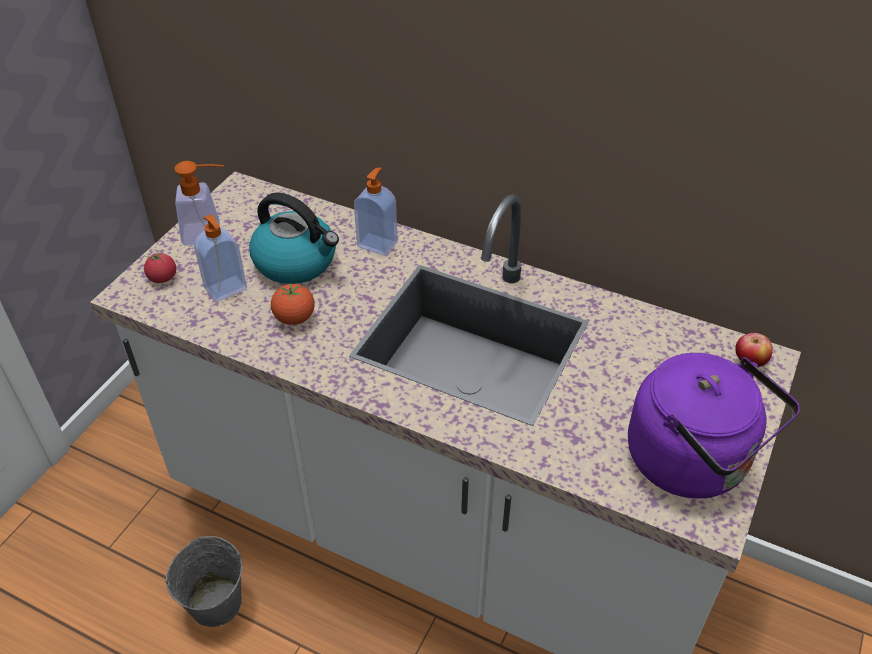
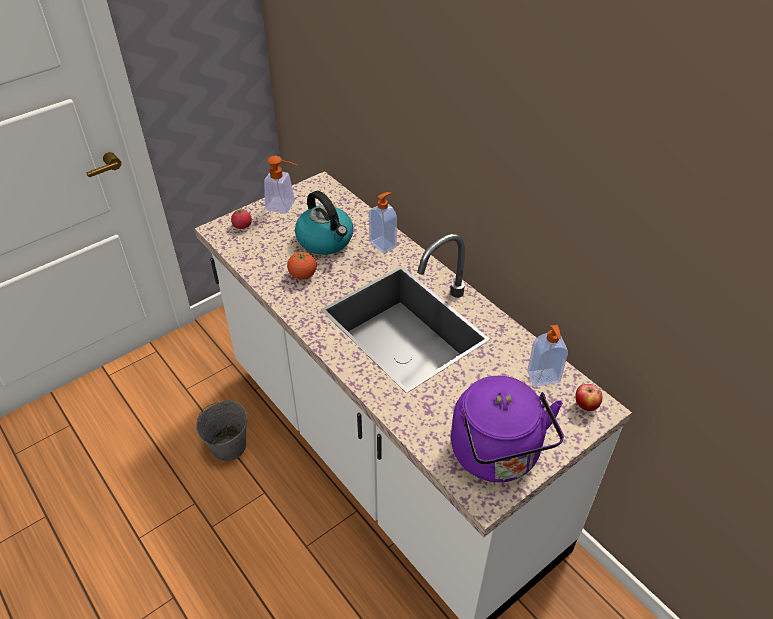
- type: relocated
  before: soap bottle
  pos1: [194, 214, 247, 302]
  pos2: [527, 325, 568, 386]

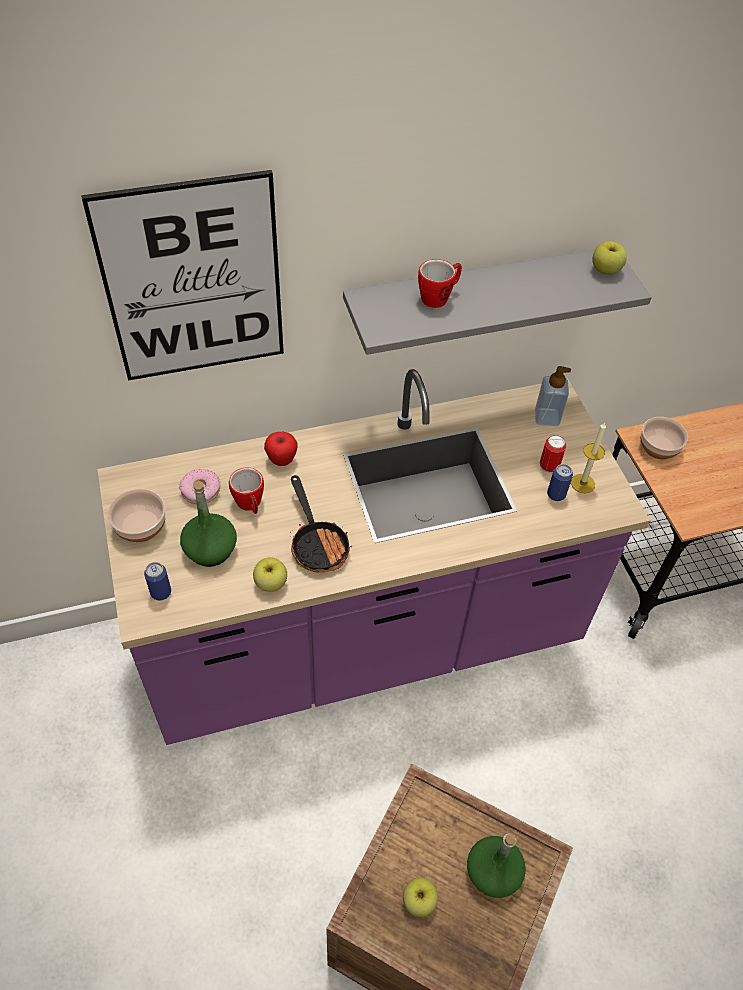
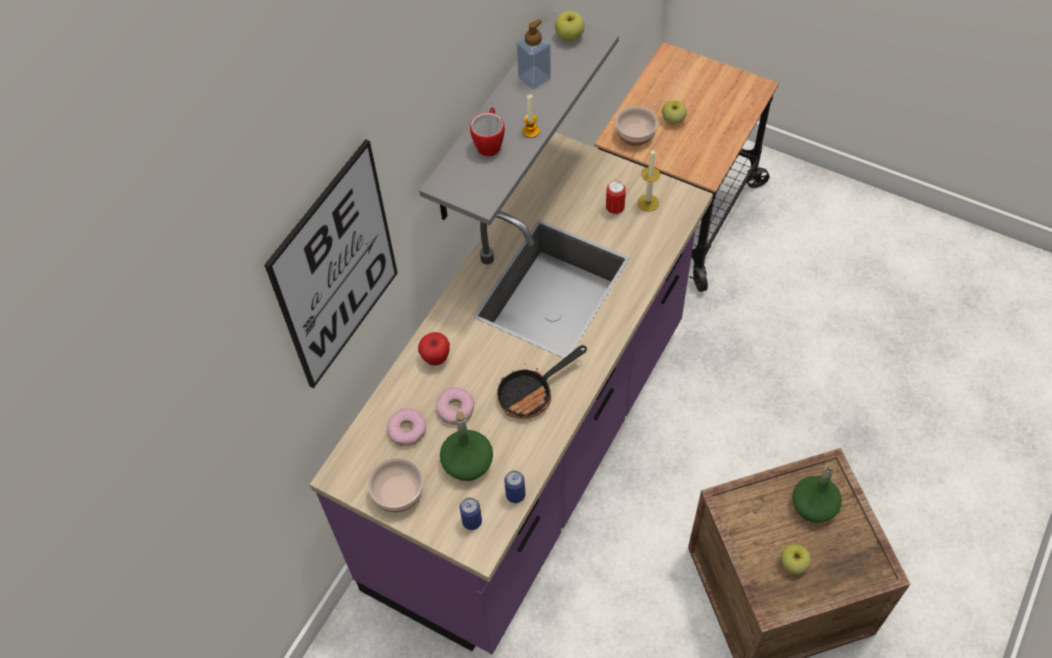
- type: appeared
  after: wax light
  pos2: [522, 94, 540, 138]
- type: relocated
  before: apple fruit
  pos1: [253, 557, 287, 592]
  pos2: [662, 101, 687, 125]
- type: relocated
  before: soap bottle
  pos1: [535, 366, 571, 426]
  pos2: [517, 19, 551, 90]
- type: relocated
  before: metal can
  pos1: [547, 464, 573, 501]
  pos2: [504, 470, 525, 503]
- type: exchanged
  before: mug
  after: ring doughnut
  pos1: [229, 468, 264, 514]
  pos2: [436, 387, 475, 425]
- type: spun
  before: pan
  pos1: [290, 475, 352, 573]
  pos2: [497, 345, 587, 419]
  turn: 120

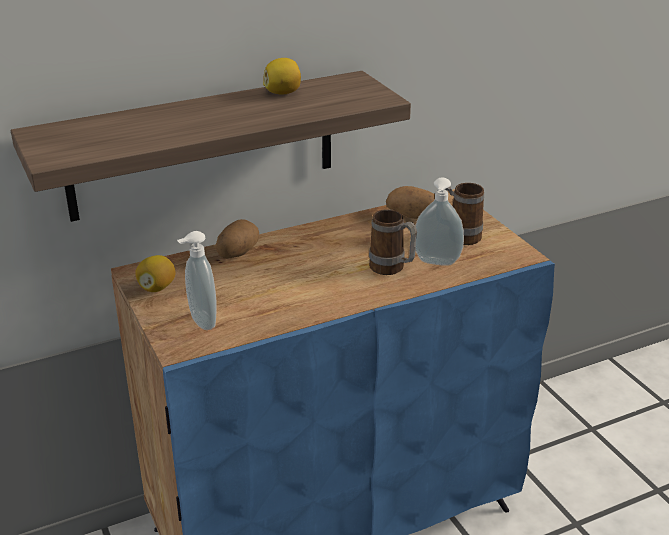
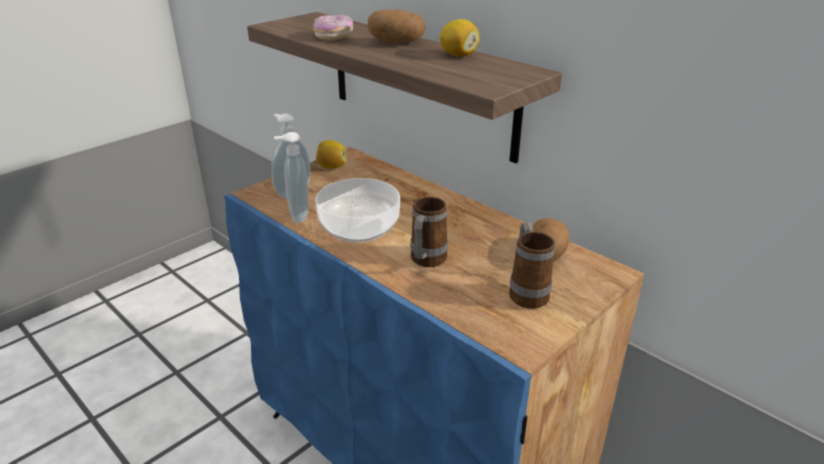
- type: appeared
  after: ring doughnut
  pos2: [313, 15, 353, 41]
- type: appeared
  after: serving bowl
  pos2: [315, 178, 400, 243]
- type: relocated
  before: whole potato
  pos1: [216, 219, 259, 259]
  pos2: [367, 10, 426, 44]
- type: relocated
  before: soap bottle
  pos1: [415, 177, 464, 266]
  pos2: [274, 132, 309, 223]

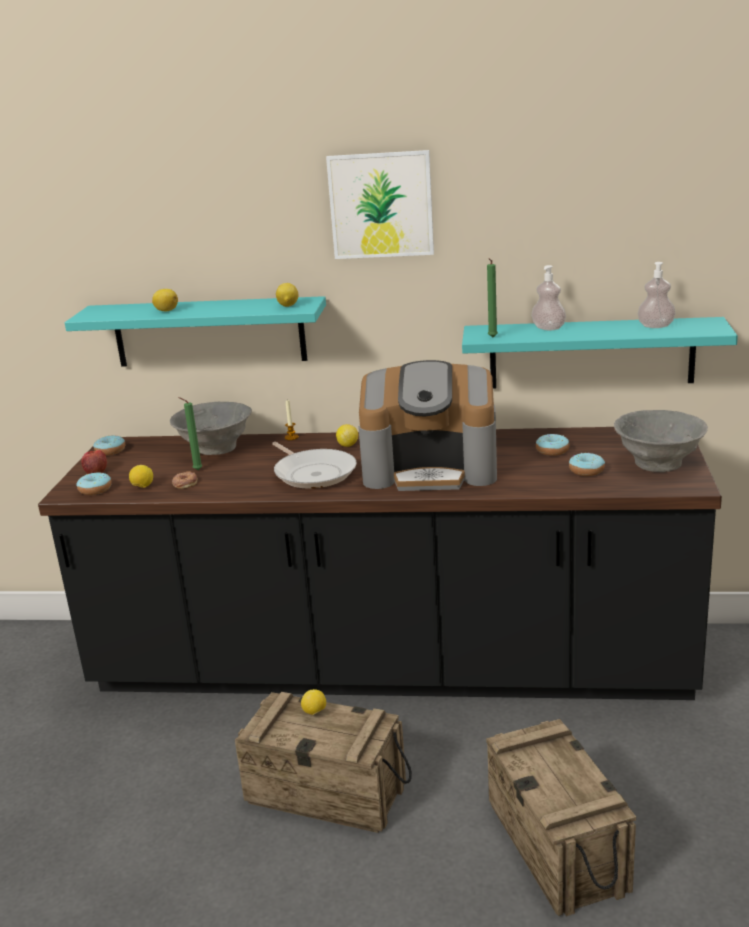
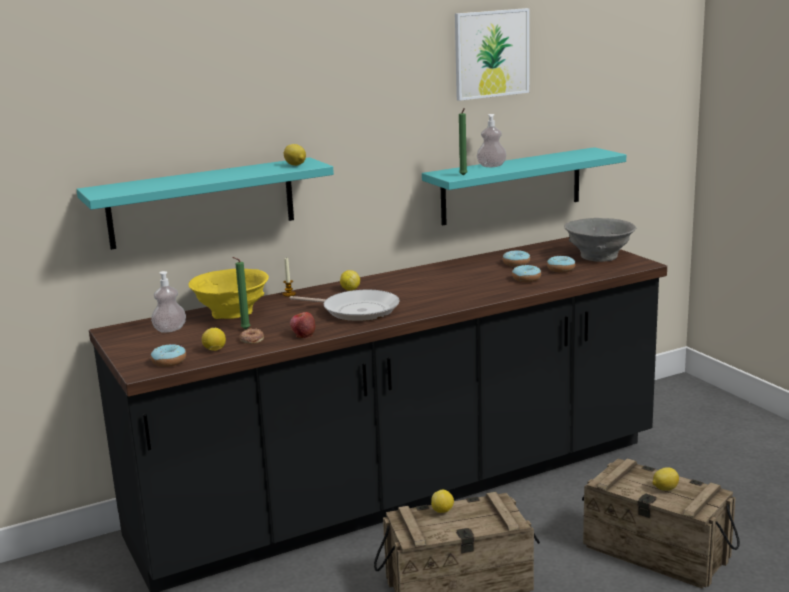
- type: missing
  before: coffee maker
  pos1: [358, 360, 497, 491]
- type: relocated
  before: apple fruit
  pos1: [81, 450, 107, 474]
  pos2: [290, 312, 315, 338]
- type: relocated
  before: ring doughnut
  pos1: [93, 435, 125, 456]
  pos2: [512, 265, 541, 282]
- type: relocated
  before: whole lemon
  pos1: [152, 289, 178, 311]
  pos2: [652, 467, 679, 491]
- type: relocated
  before: wall art
  pos1: [326, 150, 434, 259]
  pos2: [455, 8, 529, 101]
- type: relocated
  before: soap bottle
  pos1: [638, 262, 676, 328]
  pos2: [151, 271, 186, 332]
- type: colour
  before: serving bowl in greyish
  after: serving bowl in yellow
  pos1: [170, 402, 252, 455]
  pos2: [189, 269, 269, 319]

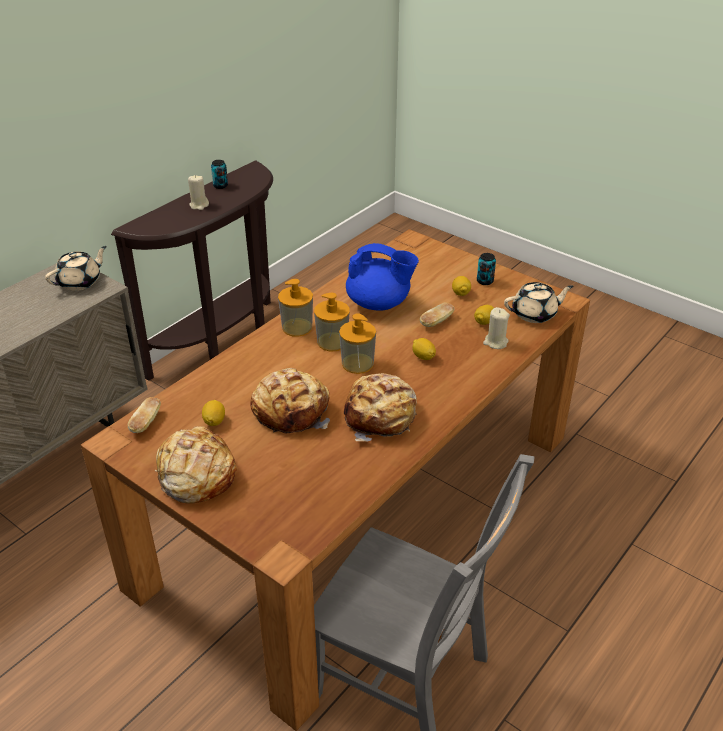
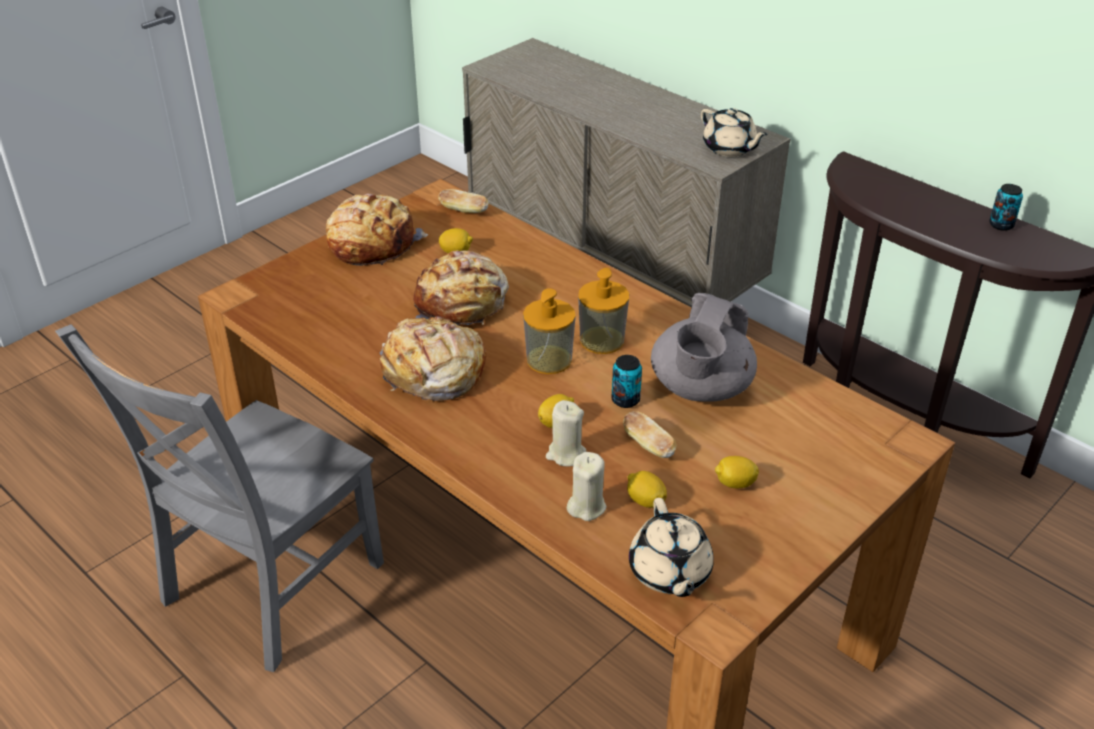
- type: missing
  before: soap bottle
  pos1: [278, 279, 313, 337]
- type: relocated
  before: wax light in beige
  pos1: [188, 175, 209, 210]
  pos2: [546, 400, 586, 467]
- type: relocated
  before: metal can
  pos1: [477, 253, 496, 285]
  pos2: [612, 355, 642, 408]
- type: colour
  before: teapot in blue
  after: teapot in greyish
  pos1: [346, 243, 419, 311]
  pos2: [651, 293, 757, 402]

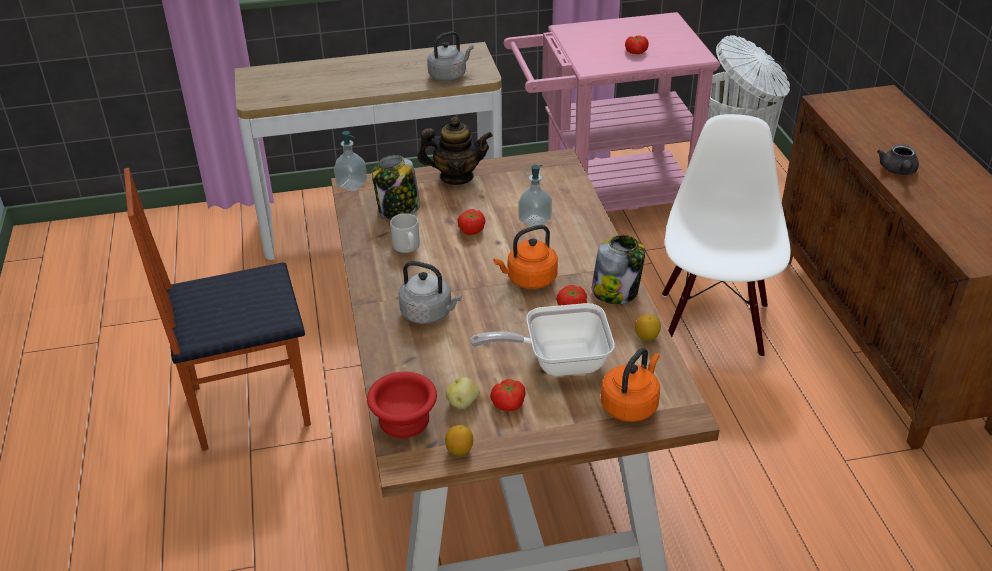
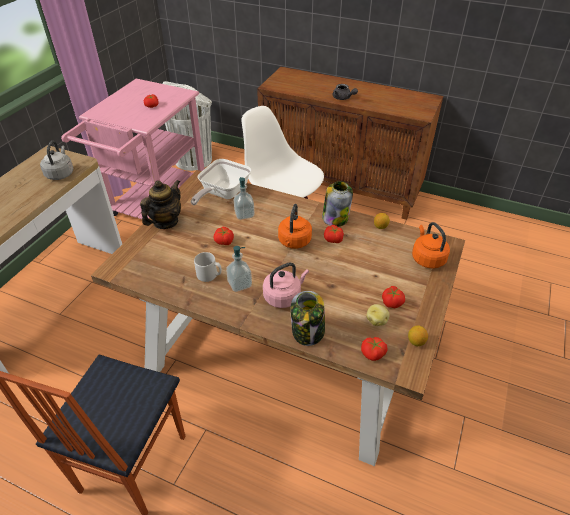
- type: relocated
  before: soap bottle
  pos1: [334, 131, 367, 192]
  pos2: [226, 246, 252, 292]
- type: relocated
  before: preserve jar
  pos1: [372, 155, 420, 219]
  pos2: [290, 291, 325, 346]
- type: relocated
  before: pan
  pos1: [470, 303, 615, 376]
  pos2: [191, 159, 251, 205]
- type: exchanged
  before: serving bowl in red-coloured
  after: tomato
  pos1: [367, 372, 437, 438]
  pos2: [361, 337, 388, 361]
- type: colour
  before: water kettle in greyish
  after: water kettle in pink-coloured
  pos1: [398, 261, 462, 324]
  pos2: [263, 262, 309, 308]

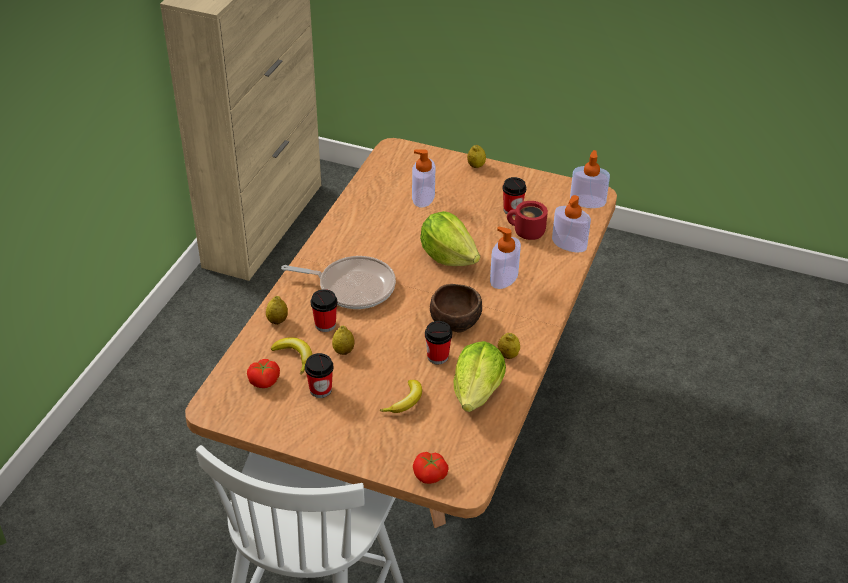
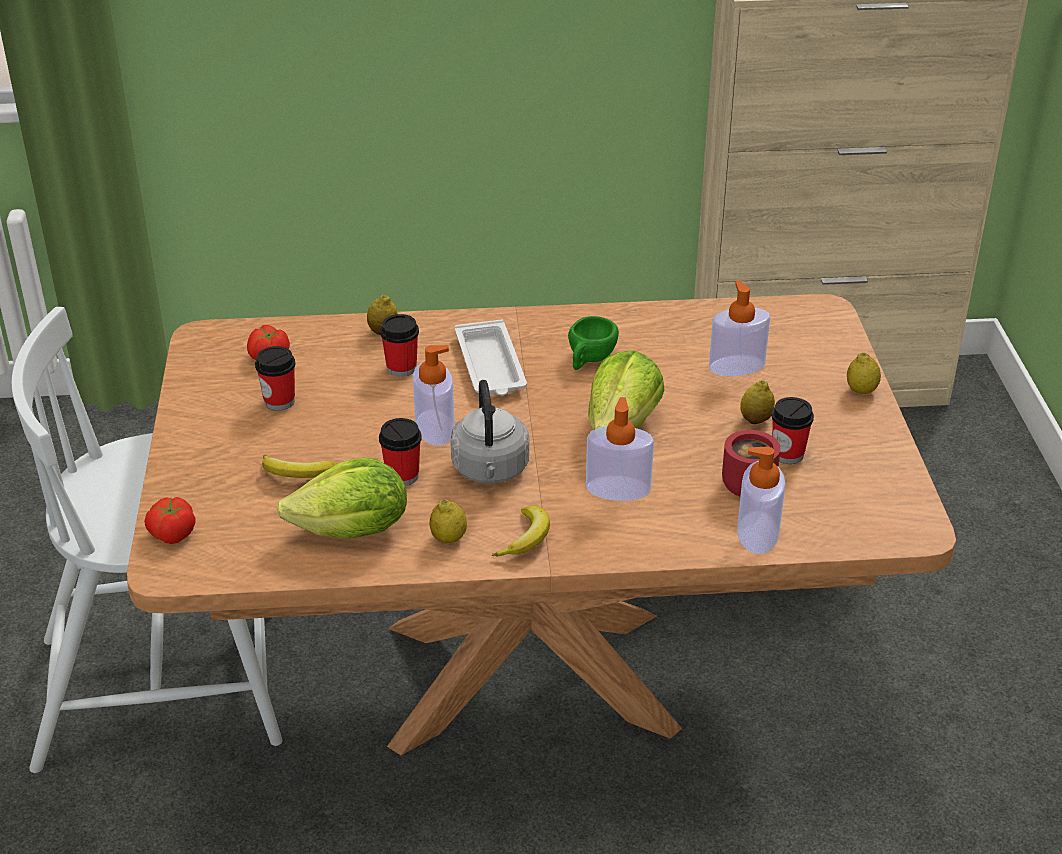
- type: appeared
  after: small cup in green
  pos2: [568, 316, 619, 370]
- type: relocated
  before: whole banana
  pos1: [271, 337, 312, 374]
  pos2: [492, 506, 550, 557]
- type: relocated
  before: whole lemon
  pos1: [332, 326, 354, 355]
  pos2: [740, 380, 775, 424]
- type: relocated
  before: soap bottle
  pos1: [570, 150, 610, 208]
  pos2: [413, 345, 455, 446]
- type: exchanged
  before: pan
  after: serving tray in white-coloured
  pos1: [281, 256, 396, 309]
  pos2: [455, 320, 527, 395]
- type: exchanged
  before: serving bowl in brown-coloured
  after: water kettle in greyish
  pos1: [430, 284, 482, 333]
  pos2: [450, 380, 529, 483]

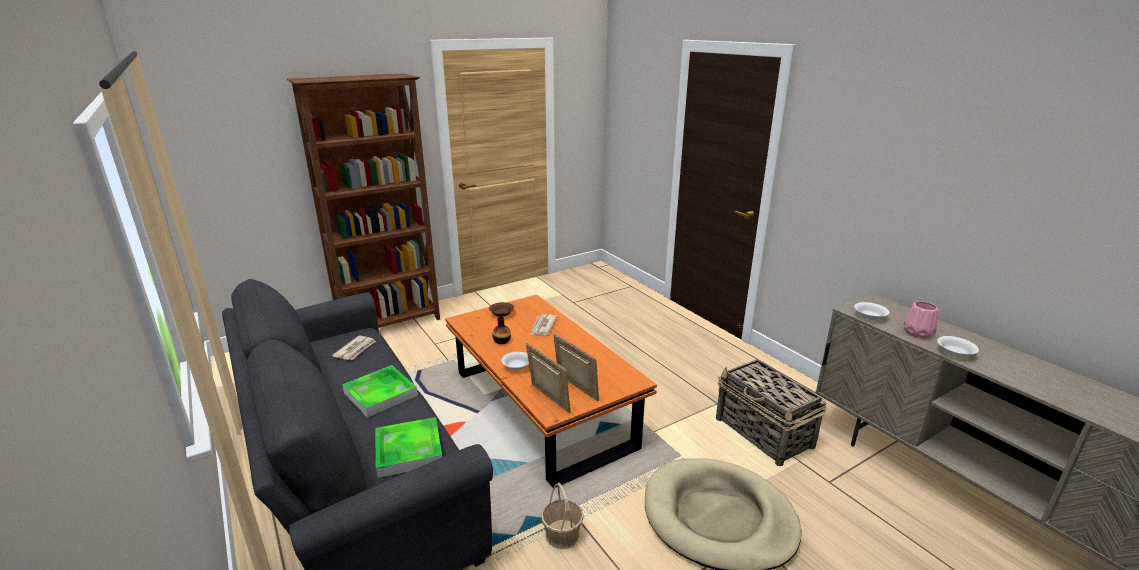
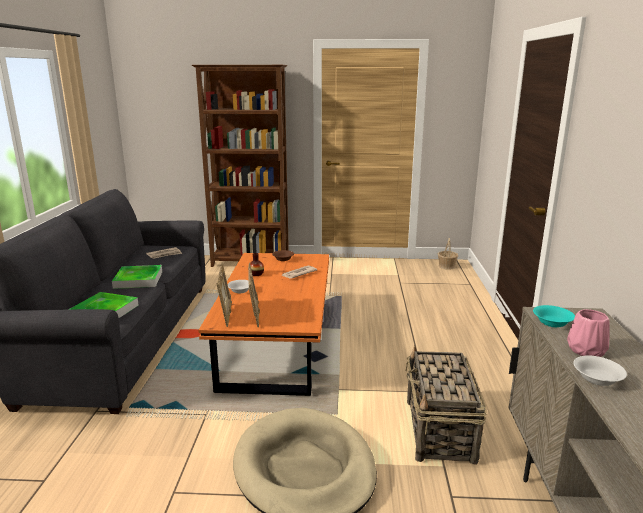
- type: relocated
  before: household basket
  pos1: [541, 483, 584, 549]
  pos2: [438, 238, 458, 270]
- type: colour
  before: serving bowl in white-coloured
  after: serving bowl in blue-green
  pos1: [854, 302, 889, 320]
  pos2: [533, 305, 575, 327]

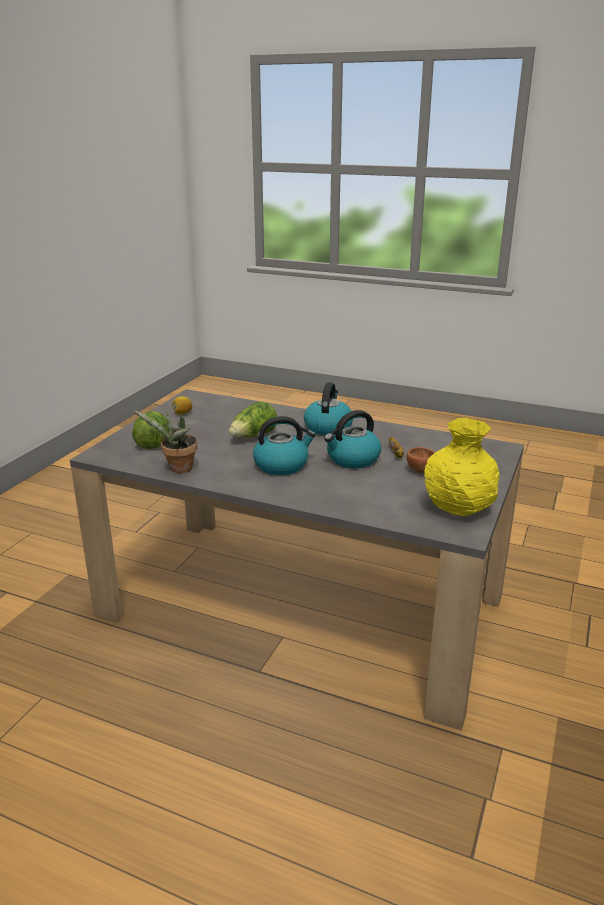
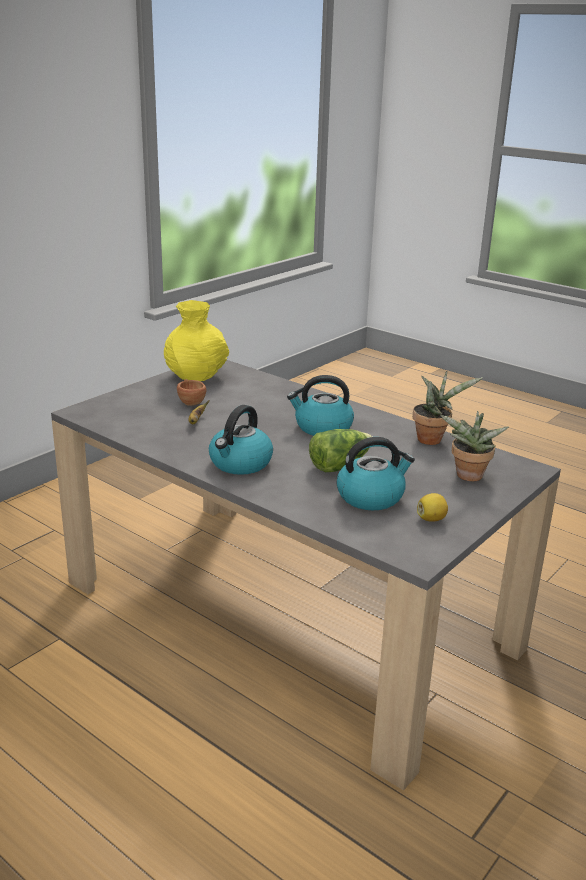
- type: relocated
  before: water kettle
  pos1: [324, 410, 381, 468]
  pos2: [337, 437, 415, 510]
- type: exchanged
  before: lettuce head
  after: potted plant
  pos1: [132, 411, 169, 449]
  pos2: [440, 411, 509, 481]

